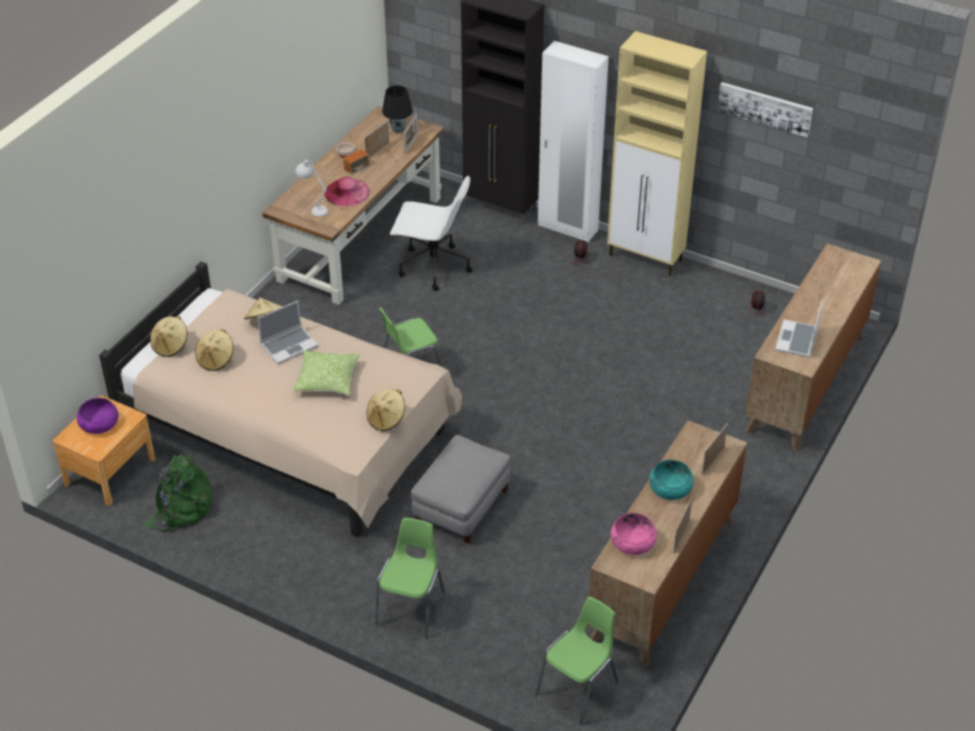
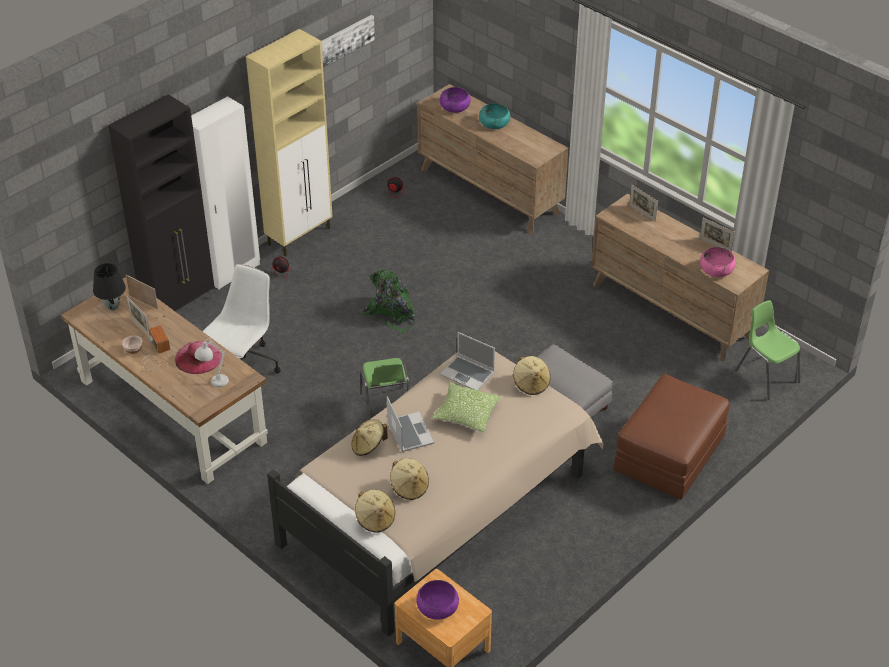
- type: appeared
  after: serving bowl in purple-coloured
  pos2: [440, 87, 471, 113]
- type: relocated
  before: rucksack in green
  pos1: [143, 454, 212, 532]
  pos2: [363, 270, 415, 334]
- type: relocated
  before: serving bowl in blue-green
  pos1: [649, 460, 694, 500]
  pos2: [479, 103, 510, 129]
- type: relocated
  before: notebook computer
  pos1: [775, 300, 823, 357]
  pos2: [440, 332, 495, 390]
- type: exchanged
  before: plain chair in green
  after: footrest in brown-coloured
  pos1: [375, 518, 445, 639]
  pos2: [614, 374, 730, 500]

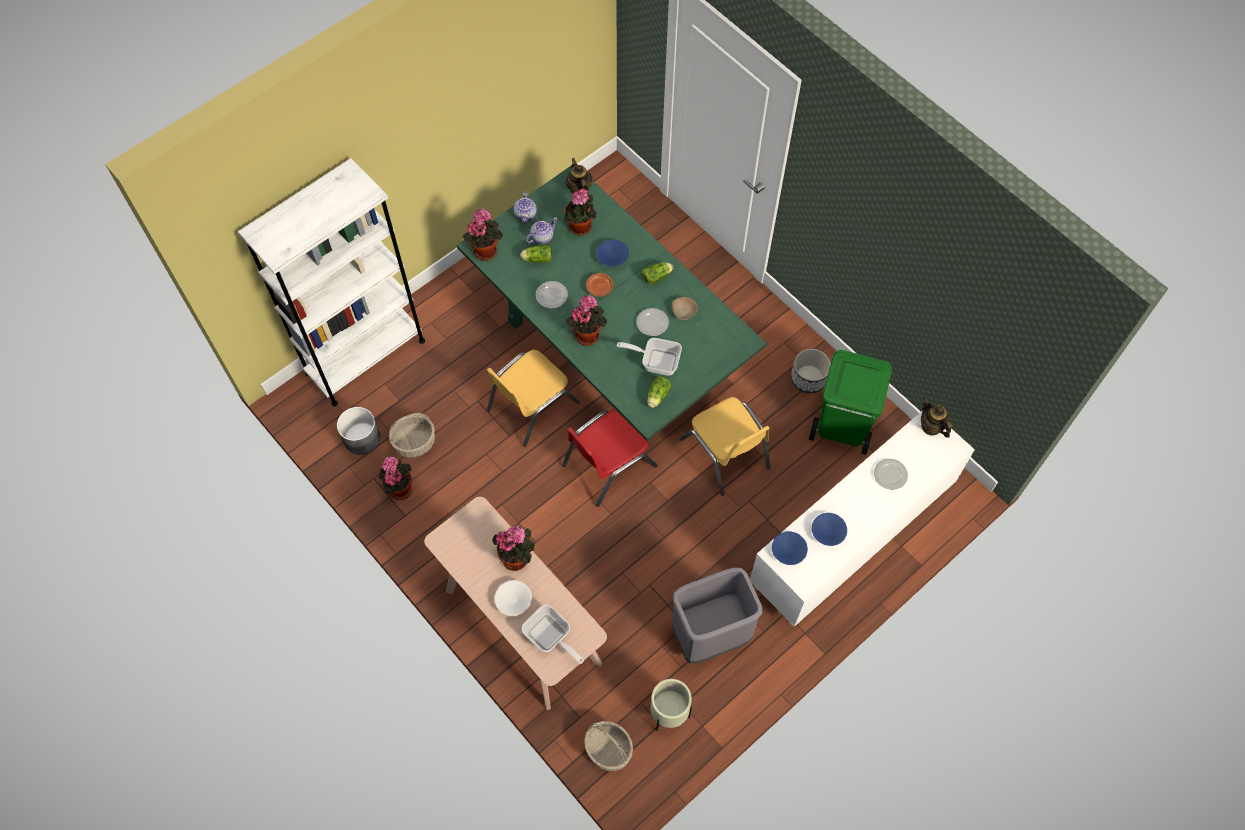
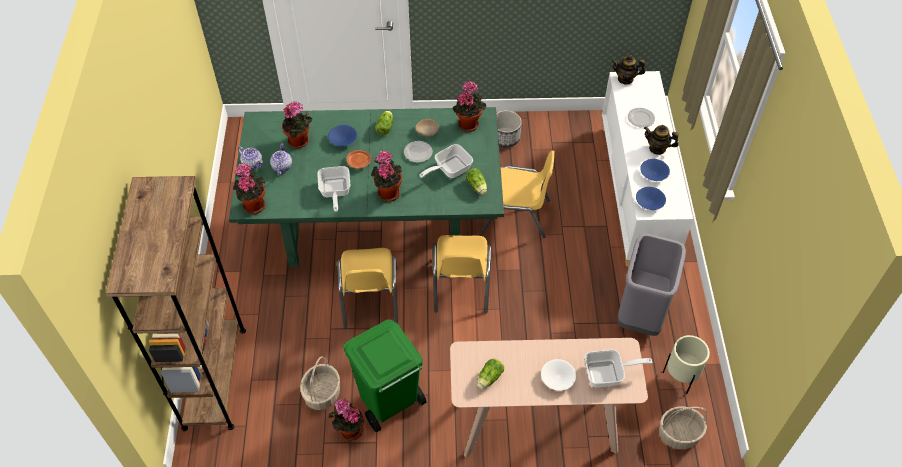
- type: missing
  before: flower pot in greyish
  pos1: [337, 407, 380, 455]
- type: relocated
  before: potted plant
  pos1: [492, 526, 535, 571]
  pos2: [452, 81, 486, 132]
- type: relocated
  before: lettuce head
  pos1: [520, 245, 552, 263]
  pos2: [477, 358, 504, 389]
- type: relocated
  before: teapot
  pos1: [566, 158, 593, 194]
  pos2: [644, 125, 679, 155]
- type: relocated
  before: rubbish bin in green
  pos1: [809, 350, 892, 455]
  pos2: [343, 319, 426, 432]
- type: exchanged
  before: plate
  after: pan
  pos1: [536, 281, 568, 309]
  pos2: [317, 166, 350, 212]
- type: colour
  before: bookcase in white-coloured
  after: bookcase in brown-coloured
  pos1: [238, 158, 425, 406]
  pos2: [105, 176, 246, 431]
- type: colour
  before: plain chair in red-coloured
  after: plain chair in yellow
  pos1: [562, 409, 658, 507]
  pos2: [433, 235, 491, 314]

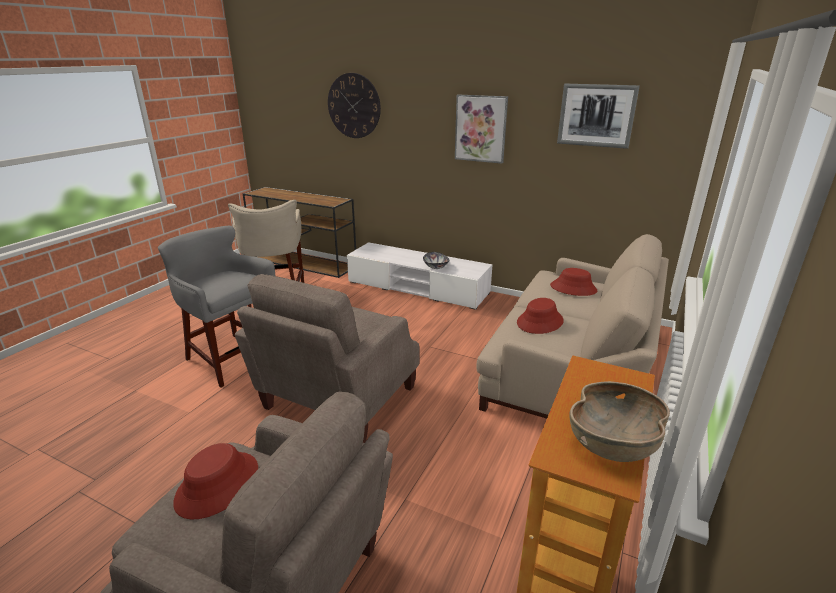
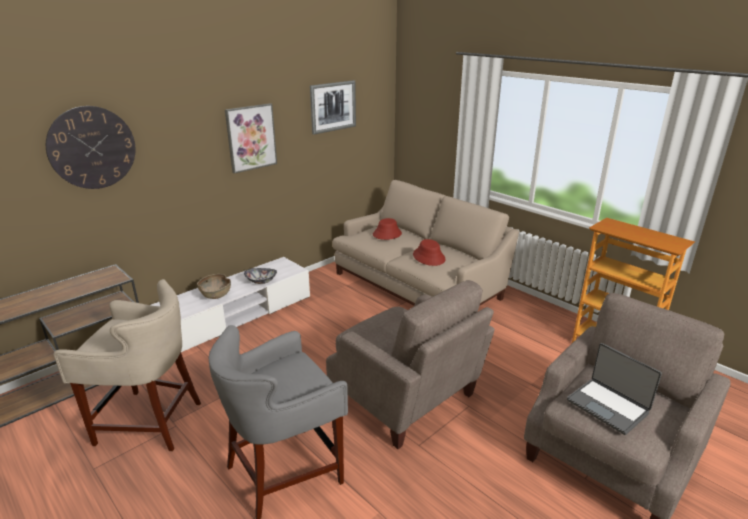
- type: relocated
  before: serving bowl in brown-coloured
  pos1: [569, 381, 670, 462]
  pos2: [197, 274, 231, 299]
- type: exchanged
  before: hat in red-coloured
  after: notebook computer
  pos1: [173, 443, 258, 520]
  pos2: [567, 343, 662, 435]

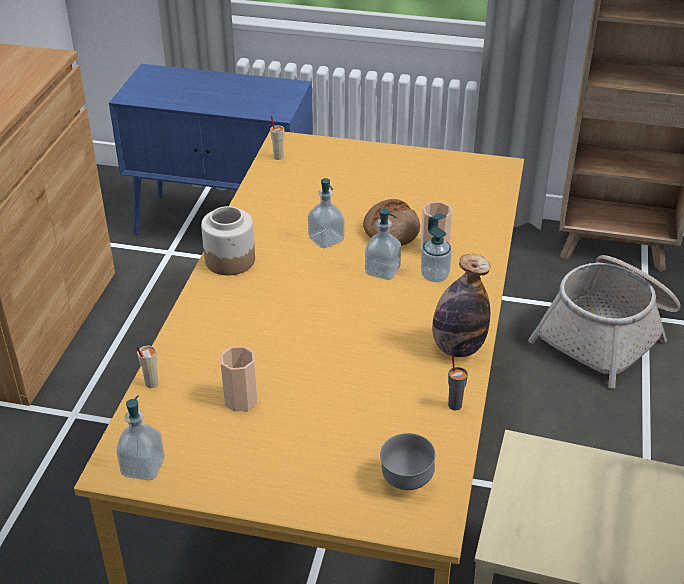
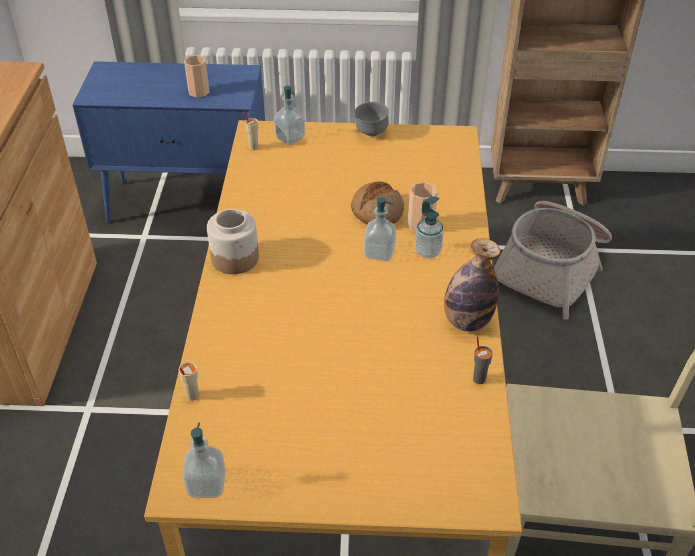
- type: relocated
  before: small cup
  pos1: [220, 346, 258, 412]
  pos2: [184, 55, 210, 98]
- type: relocated
  before: soap bottle
  pos1: [308, 178, 345, 248]
  pos2: [274, 86, 305, 145]
- type: relocated
  before: serving bowl in greyish
  pos1: [380, 433, 436, 490]
  pos2: [354, 102, 389, 136]

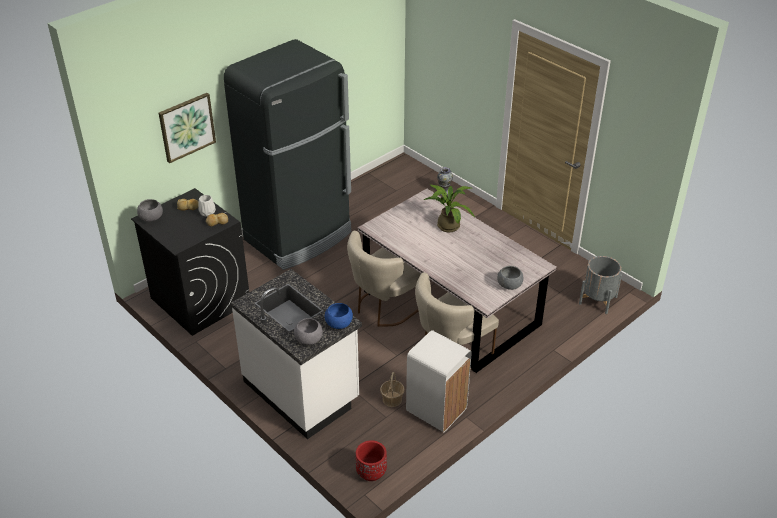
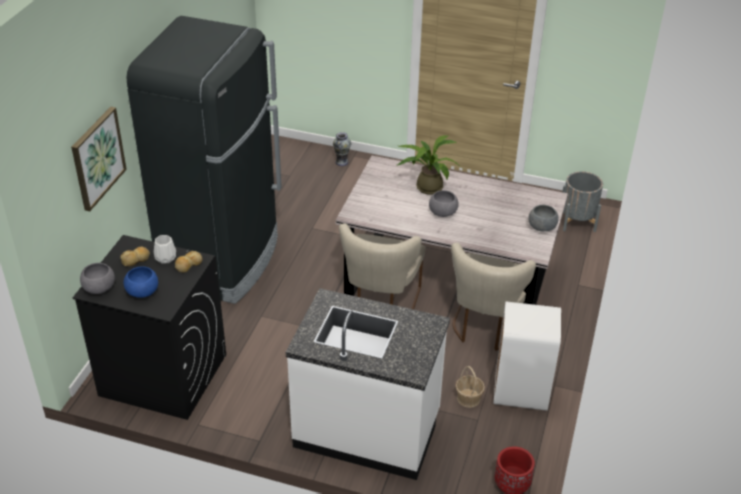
- type: relocated
  before: serving bowl in greyish
  pos1: [294, 318, 323, 345]
  pos2: [429, 190, 459, 217]
- type: relocated
  before: serving bowl in blue
  pos1: [325, 303, 353, 329]
  pos2: [123, 266, 158, 298]

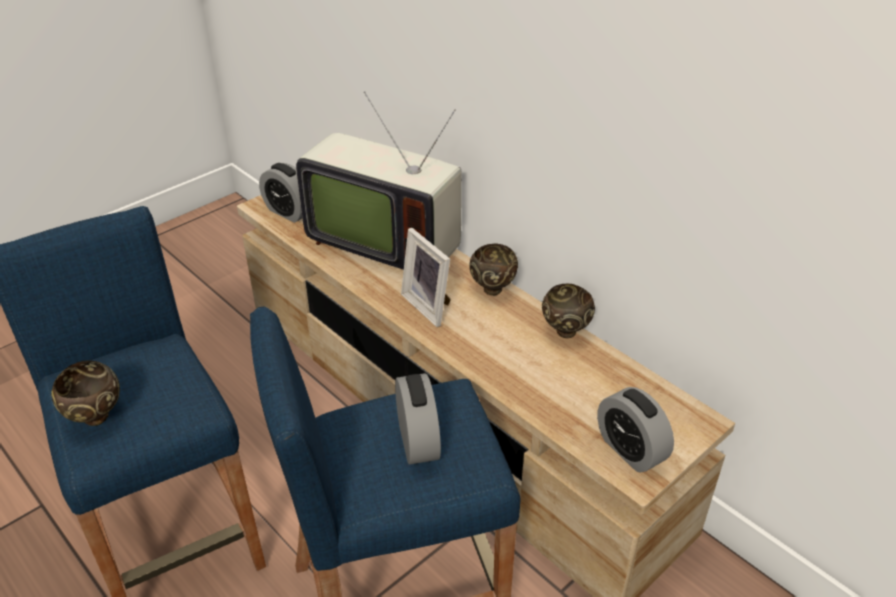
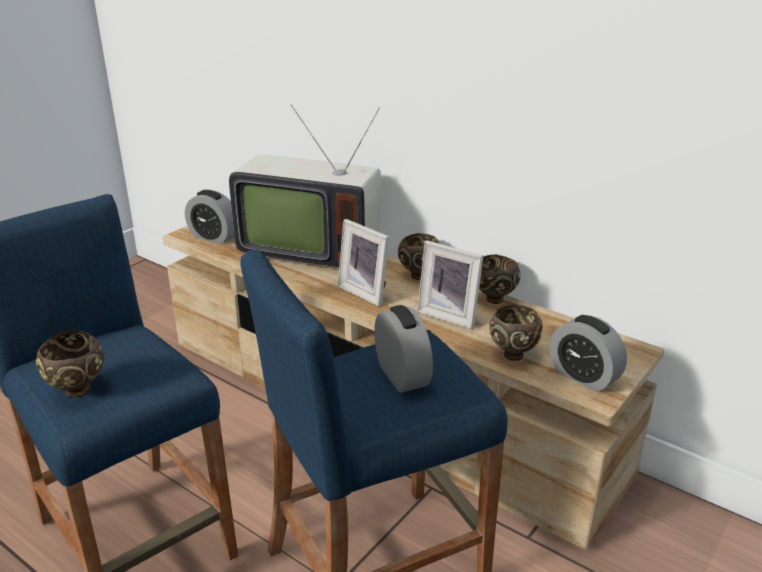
- type: appeared
  after: photo frame
  pos2: [417, 240, 484, 329]
- type: appeared
  after: serving bowl in brown-coloured
  pos2: [489, 305, 543, 361]

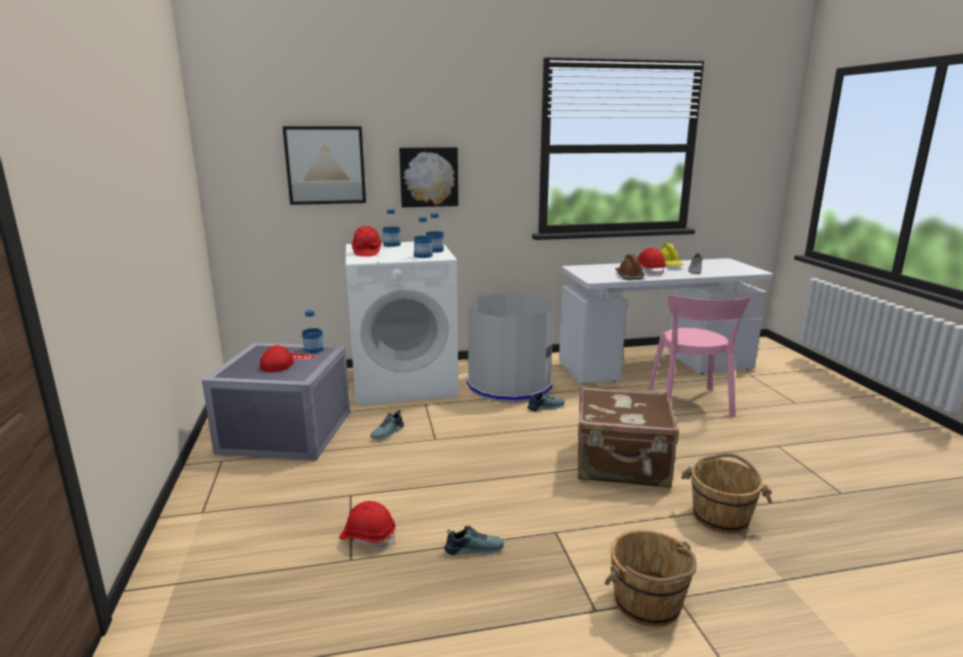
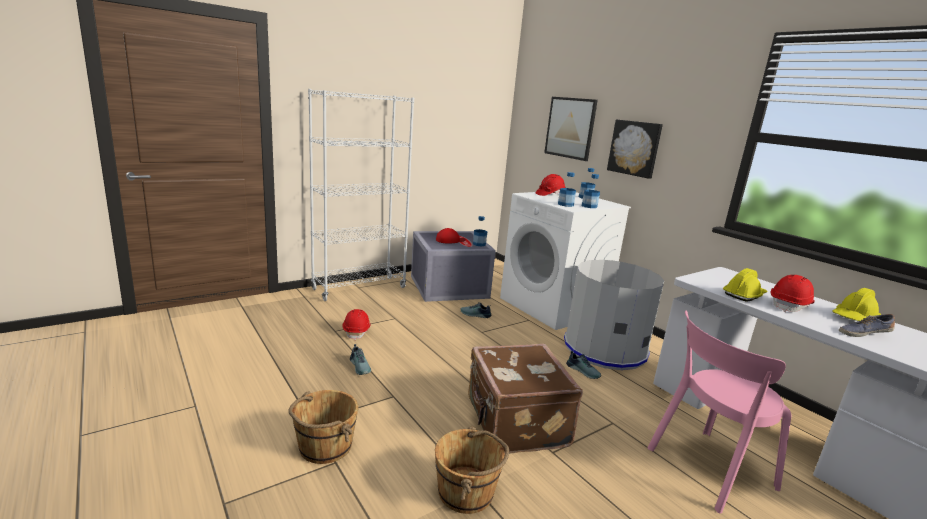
- type: appeared
  after: bookcase in white-coloured
  pos2: [308, 89, 414, 301]
- type: colour
  before: hard hat in brown-coloured
  after: hard hat in yellow
  pos1: [615, 254, 645, 280]
  pos2: [723, 268, 768, 302]

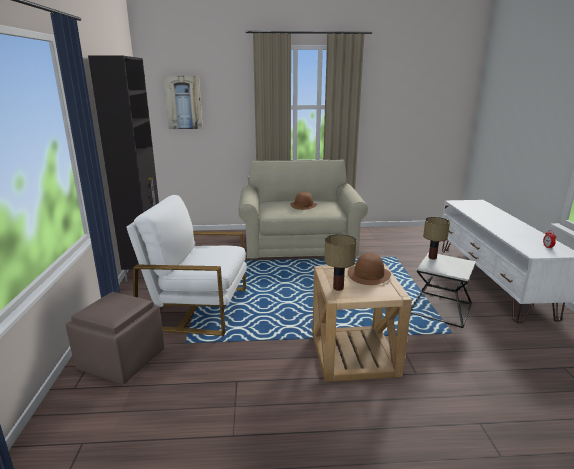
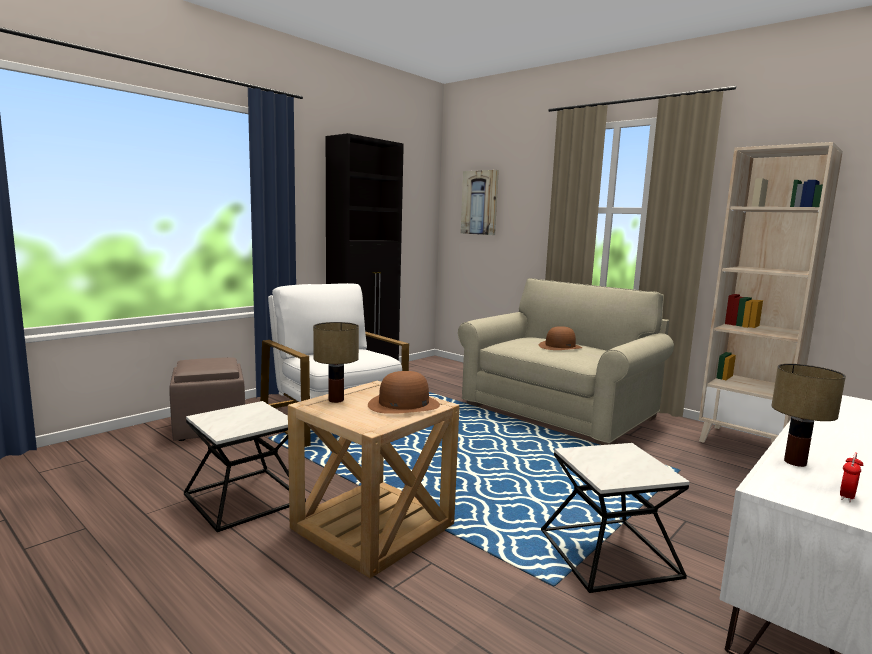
- type: appeared
  after: end table
  pos2: [184, 401, 306, 532]
- type: appeared
  after: bookcase in beige
  pos2: [699, 142, 843, 443]
- type: relocated
  before: lamp for a table
  pos1: [423, 217, 450, 260]
  pos2: [771, 364, 846, 467]

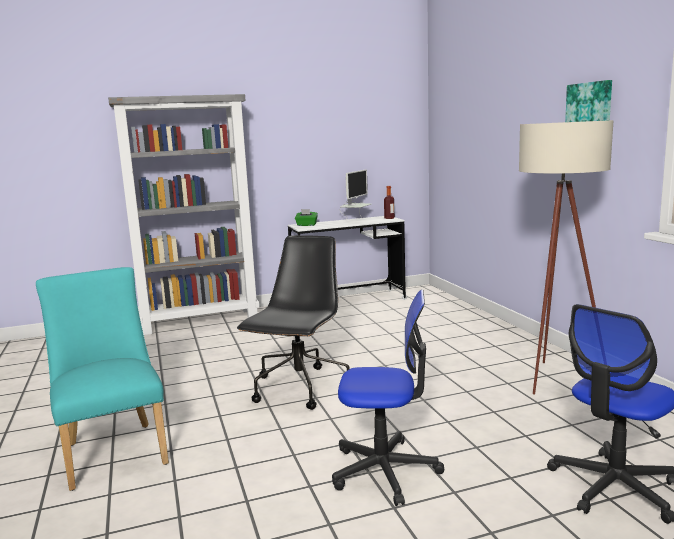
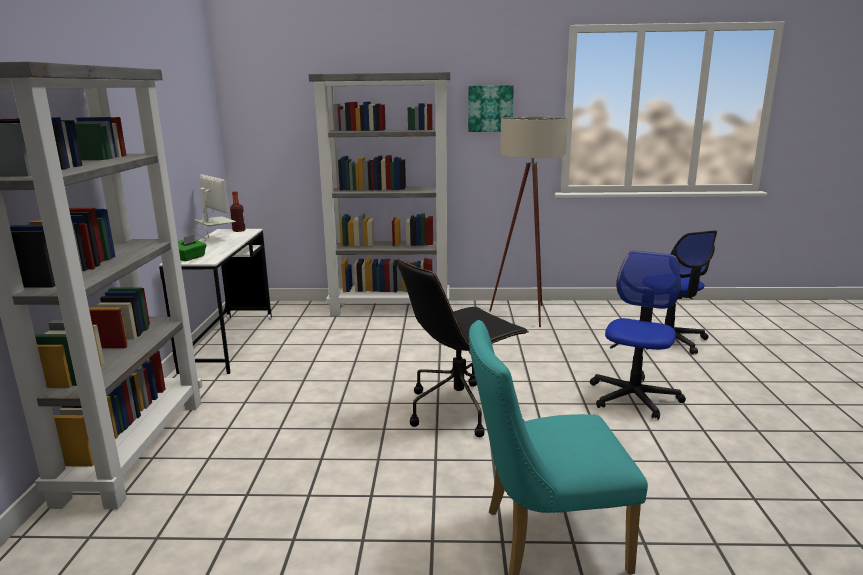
- type: appeared
  after: bookcase in greyish
  pos2: [309, 72, 450, 316]
- type: spun
  before: desk chair in black-coloured
  pos1: [237, 235, 350, 410]
  pos2: [397, 259, 529, 437]
  turn: -75

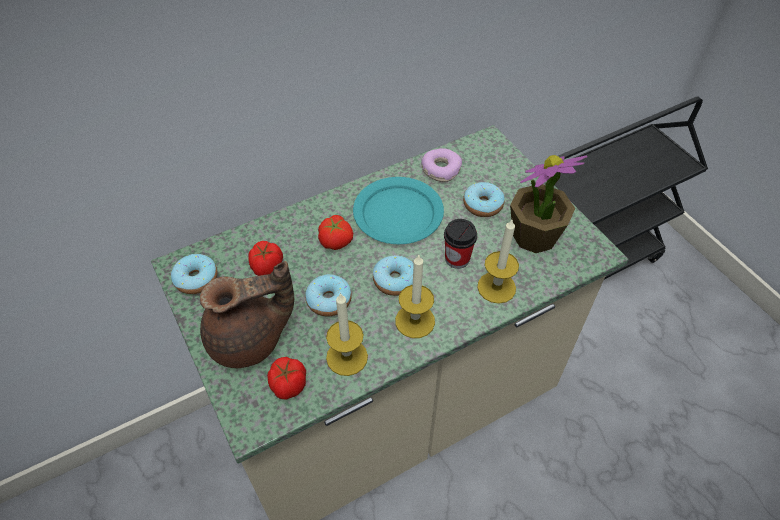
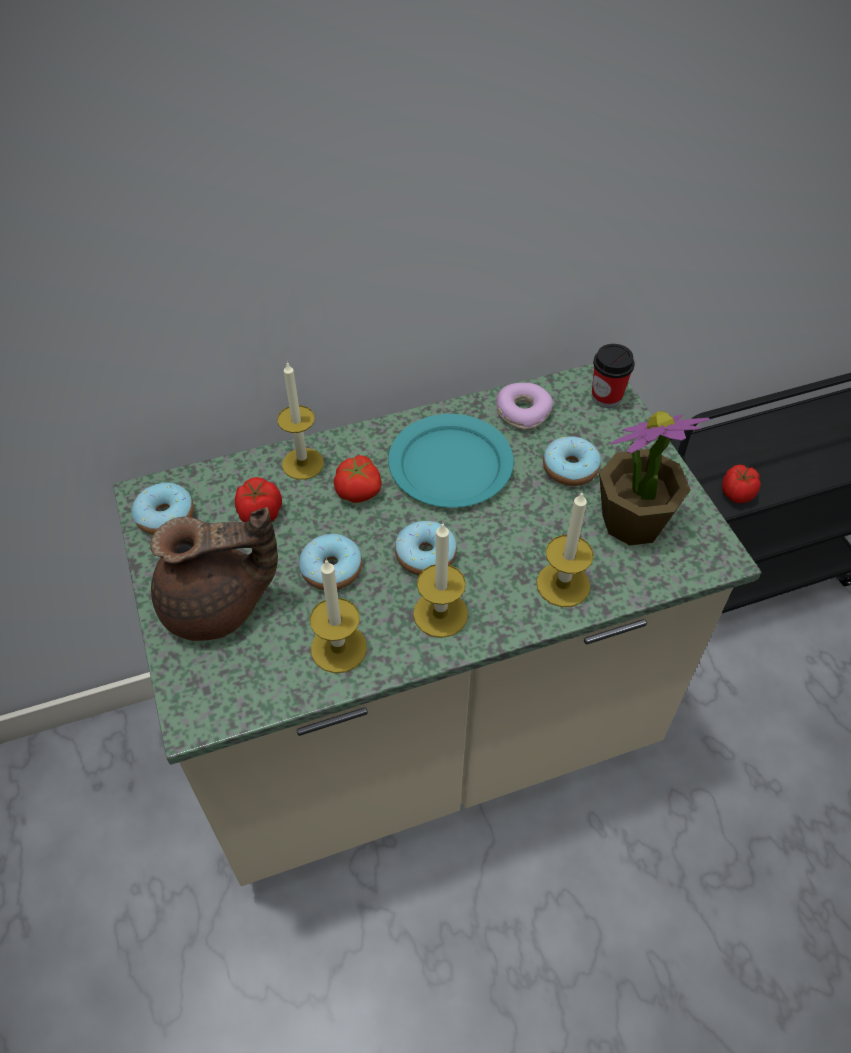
- type: appeared
  after: wax light
  pos2: [277, 361, 324, 480]
- type: relocated
  before: tomato
  pos1: [267, 357, 306, 400]
  pos2: [722, 465, 761, 503]
- type: relocated
  before: small cup
  pos1: [444, 219, 477, 269]
  pos2: [592, 344, 635, 408]

